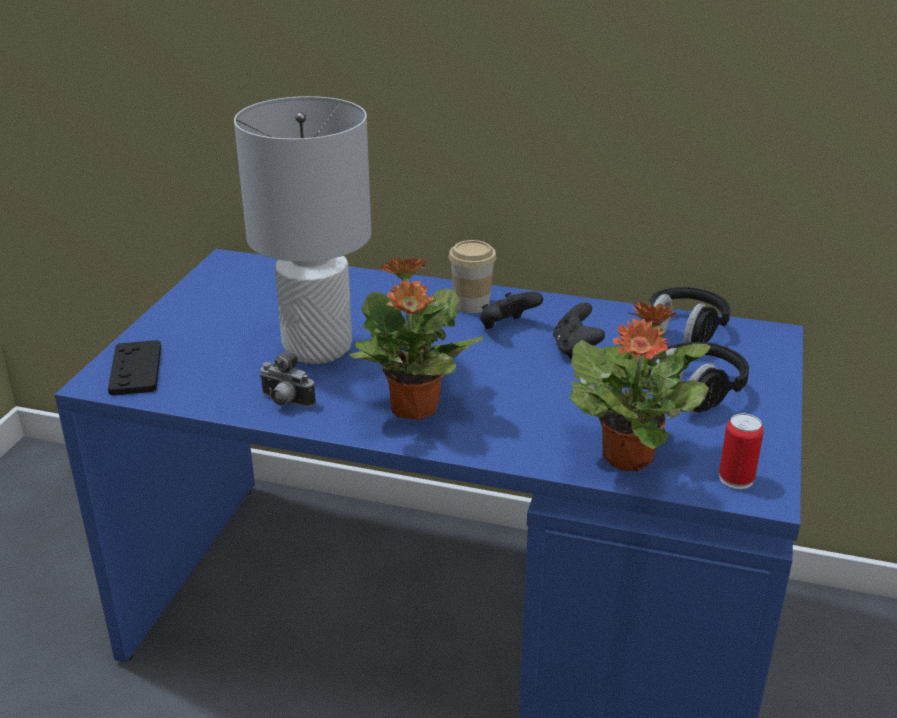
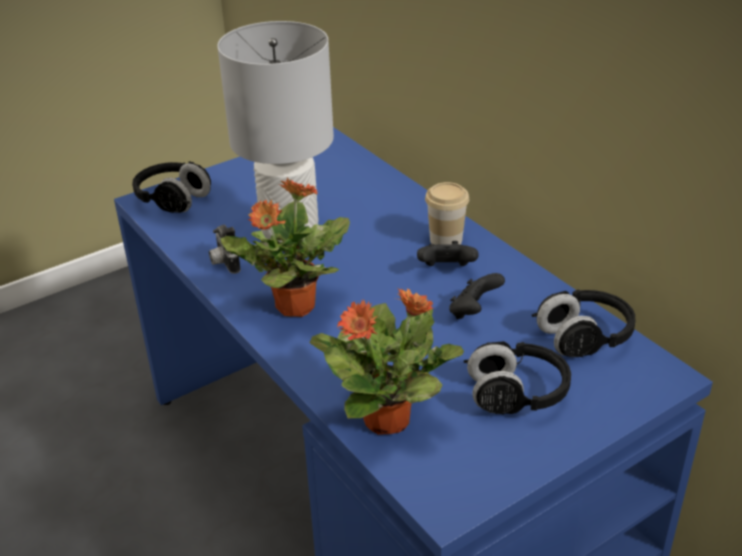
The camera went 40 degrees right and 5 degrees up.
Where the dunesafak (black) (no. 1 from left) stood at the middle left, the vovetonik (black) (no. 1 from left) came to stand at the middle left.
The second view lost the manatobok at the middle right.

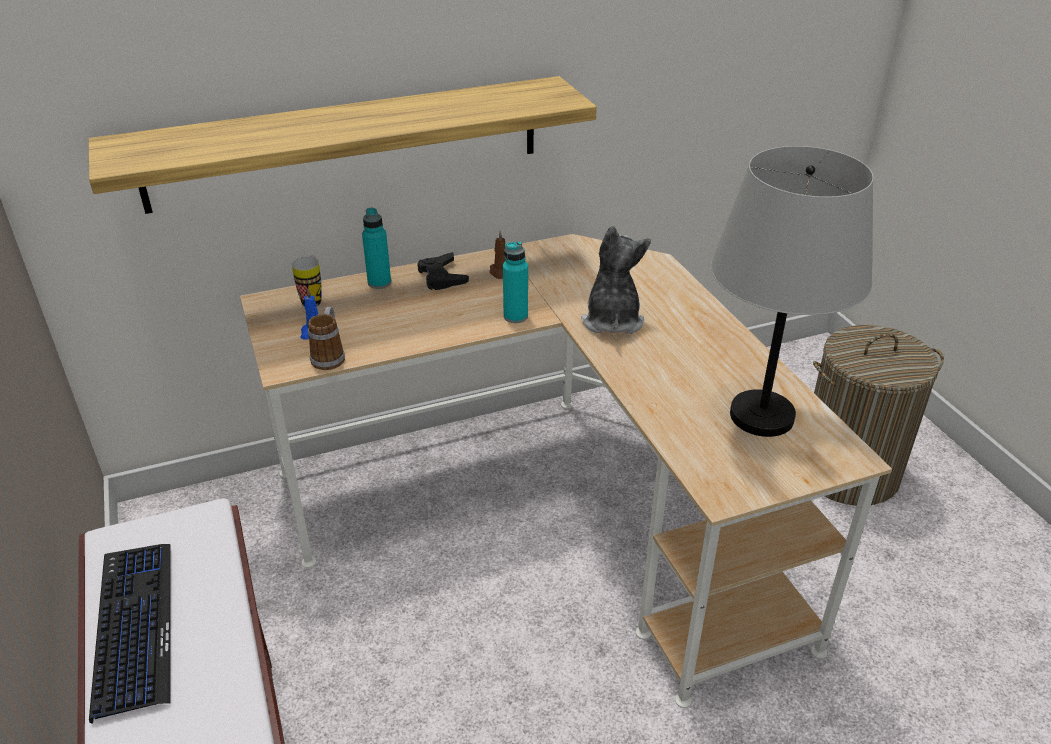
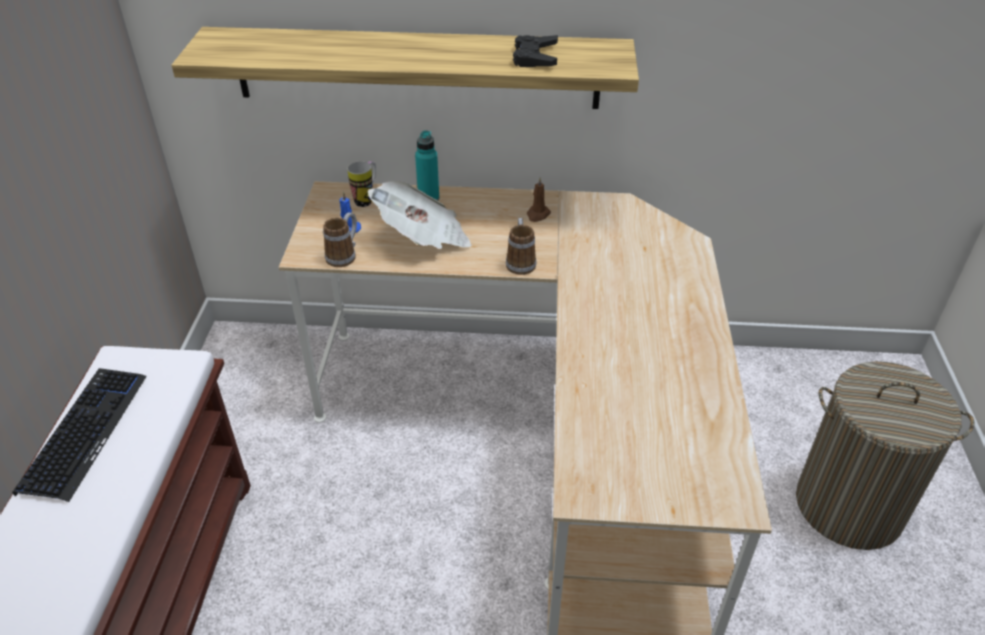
The camera went 25 degrees right and 5 degrees up.
The second view lost the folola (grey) at the middle right.
The second view lost the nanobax at the centre.
Where the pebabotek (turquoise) (no. 2 from left) stood at the centre, the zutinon (no. 3 from left) came to stand at the centre.
The dunesafak (black) ended up elsewhere, having gone from the centre to the top centre.
The second view gained the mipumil at the centre.

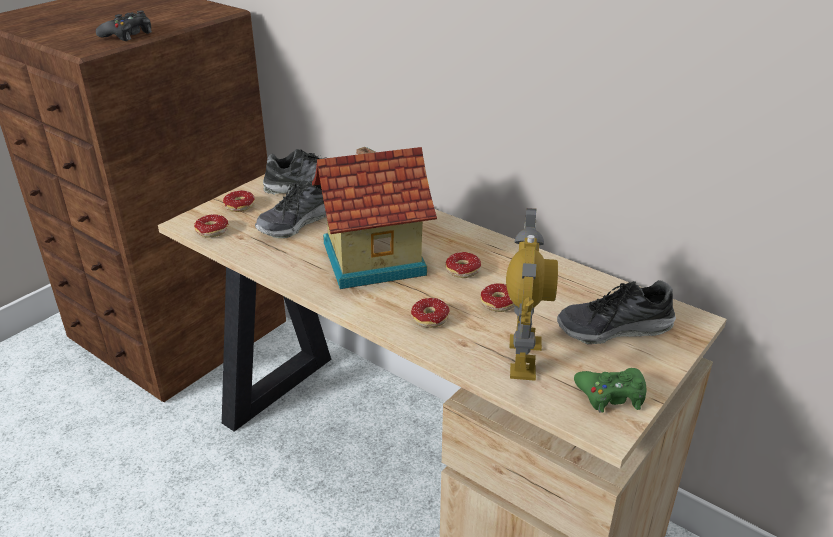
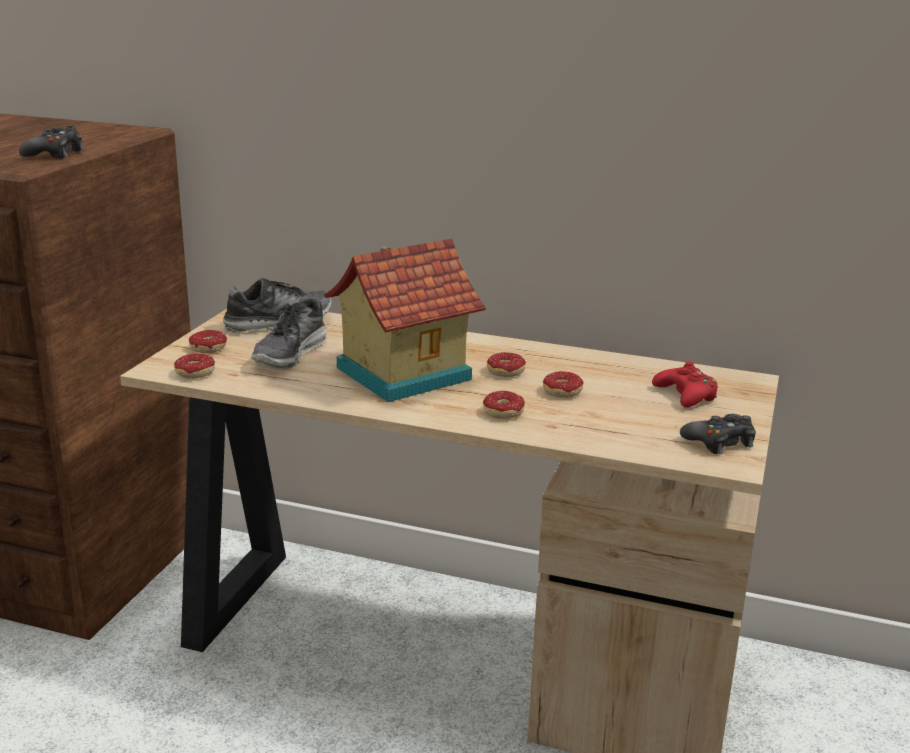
The camera went 20 degrees left and 10 degrees down.
The second view lost the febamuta at the centre.
Where the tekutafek (no. 3 from left) stood at the middle right, the dunesafak (red) came to stand at the middle right.
What was the dunesafak (green) at the bottom right turned into the dunesafak (black) (no. 2 from left) at the middle right.

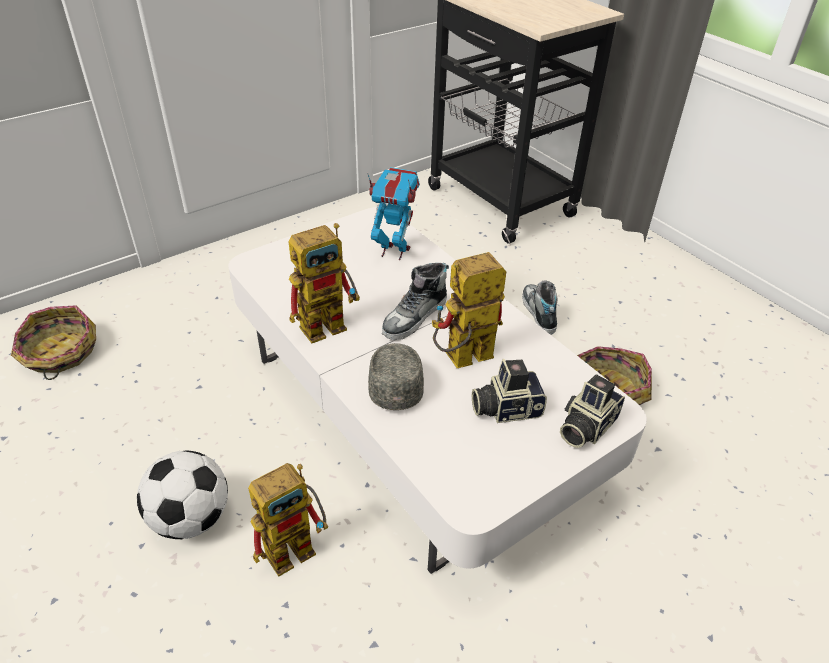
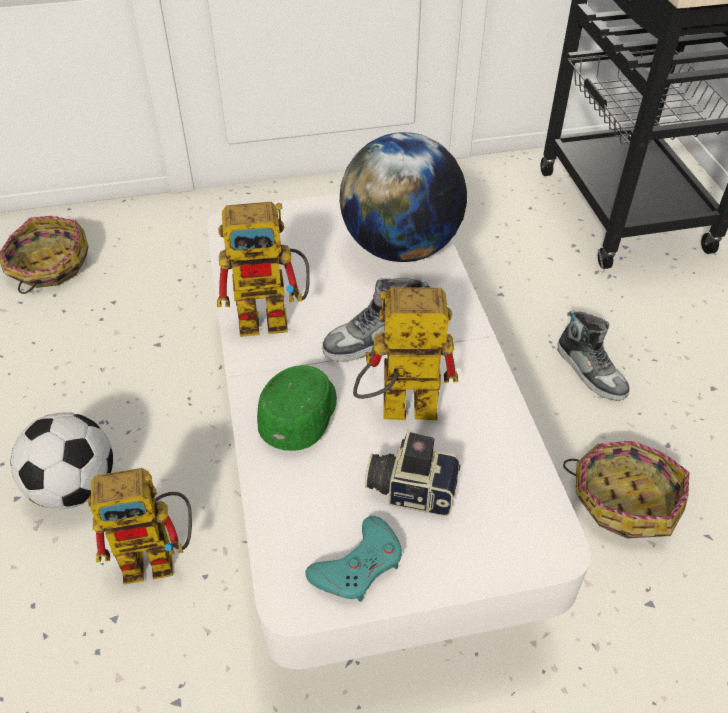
The camera went 25 degrees right and 5 degrees up.
Where the febamuta (no. 3 from left) stood at the top centre, the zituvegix came to stand at the top centre.
The tekutafek (no. 2 from left) at the centre ended up facing another way, 135 degrees clockwise from before.
What was the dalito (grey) at the centre turned into the dalito (green) at the centre.
The second view lost the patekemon (no. 2 from left) at the middle right.
The second view gained the dunesafak (turquoise) at the bottom centre.

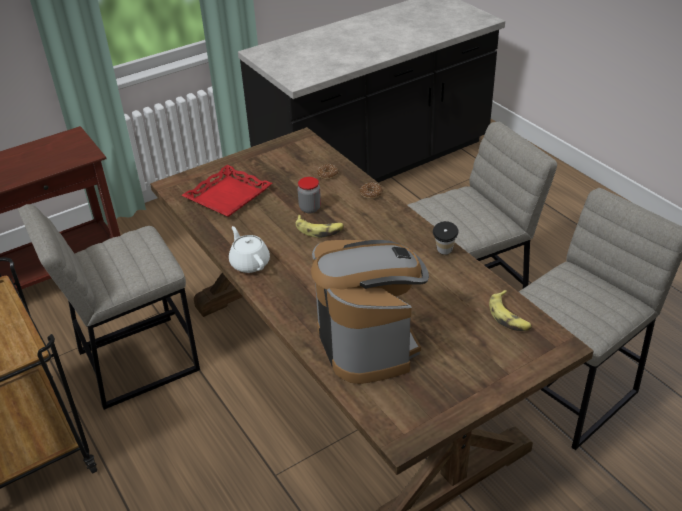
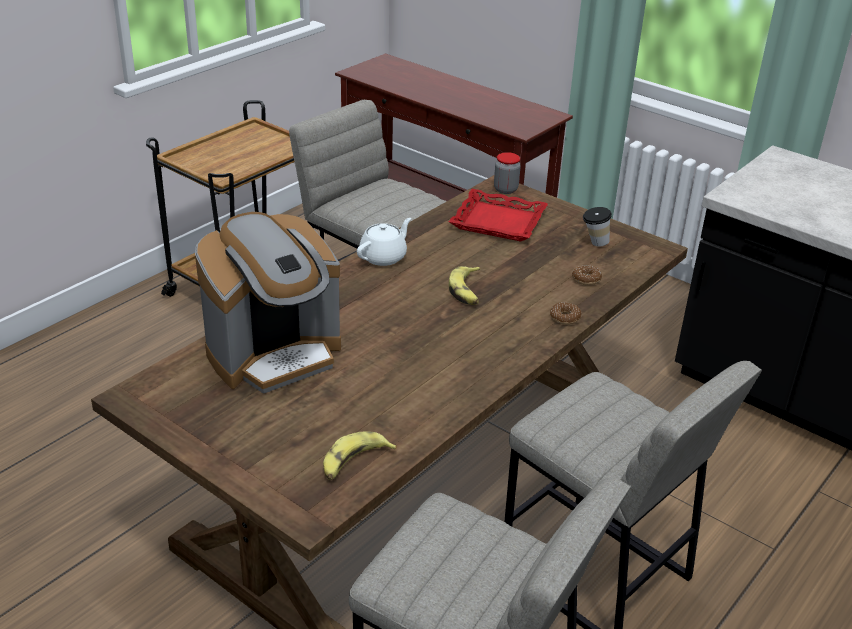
The camera went 70 degrees right and 5 degrees down.
The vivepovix ended up elsewhere, having gone from the centre to the top centre.
The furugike ended up elsewhere, having gone from the centre to the middle right.

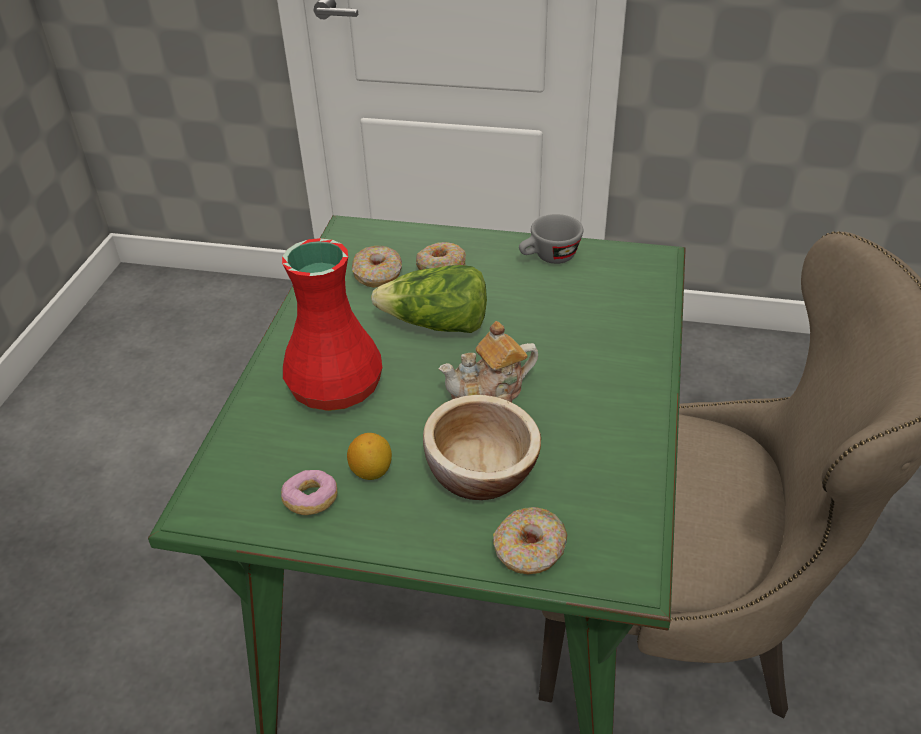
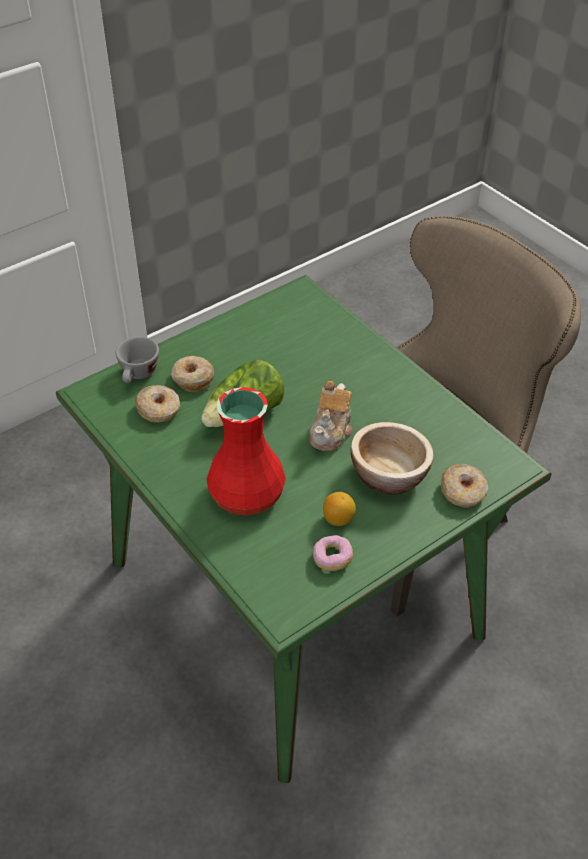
The camera went 50 degrees left and 5 degrees up.
The furugike (grey) ended up elsewhere, having gone from the top centre to the middle left.

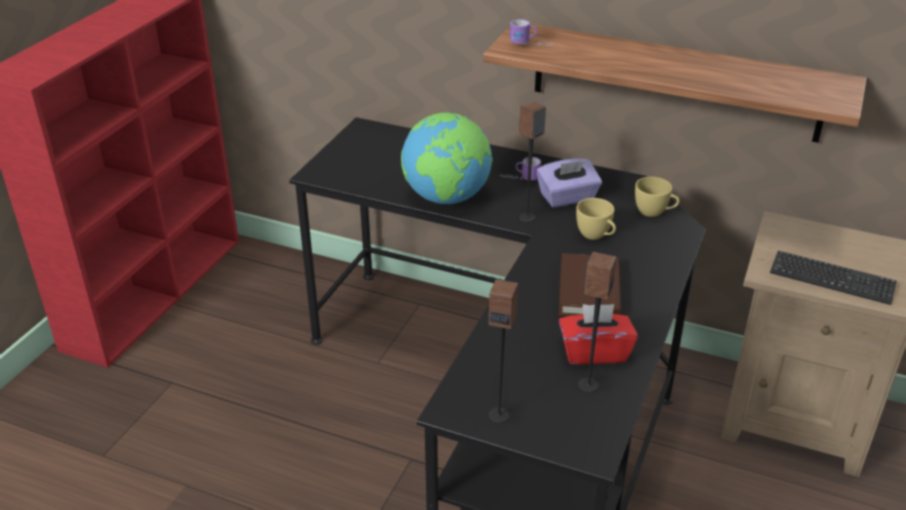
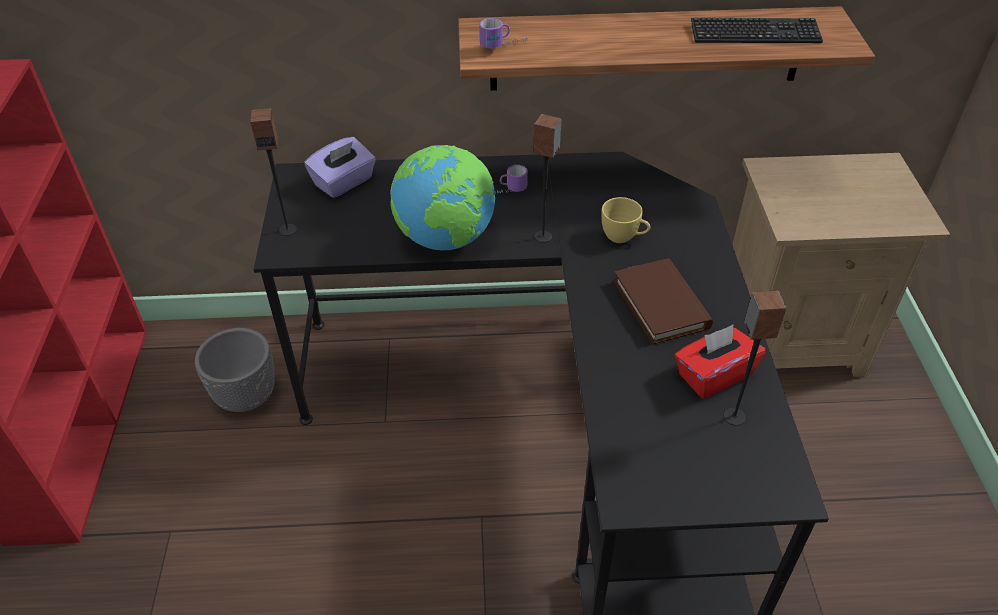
The camera went 25 degrees left and 10 degrees up.
The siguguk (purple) ended up elsewhere, having gone from the centre to the top centre.
The second view lost the furugike (yellow) (no. 2 from left) at the middle right.
The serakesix ended up elsewhere, having gone from the middle right to the top right.
The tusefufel (no. 1 from left) ended up elsewhere, having gone from the bottom centre to the top left.
The second view gained the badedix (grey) at the middle left.

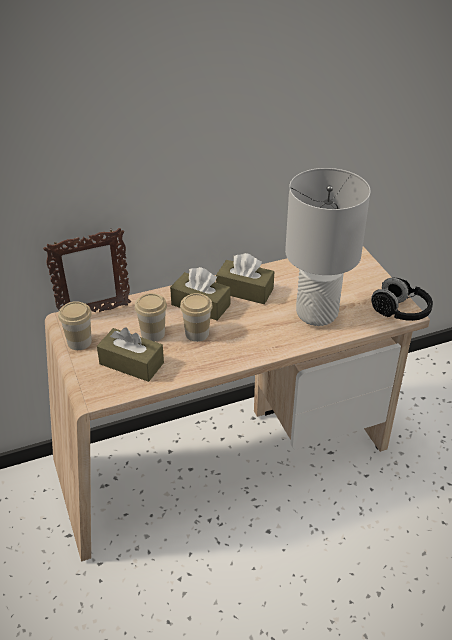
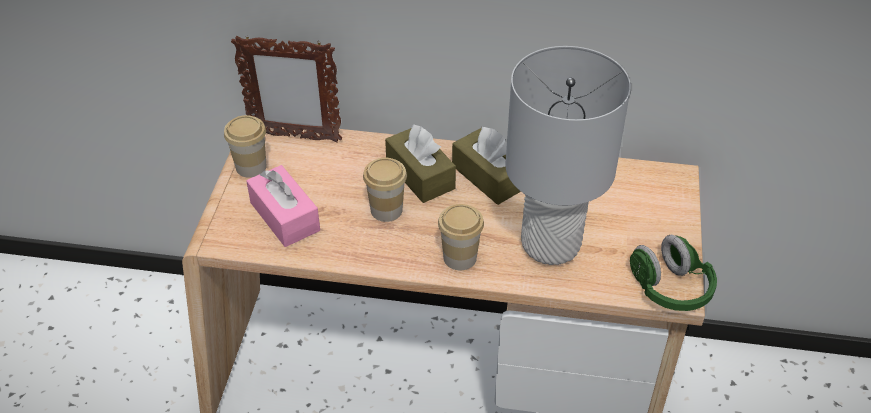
The camera went 30 degrees right and 5 degrees up.
What was the vovetonik (black) at the middle right turned into the vovetonik (green) at the middle right.
The furugike (no. 2 from left in the first image) ended up elsewhere, having gone from the middle left to the centre.
What was the siguguk (brown) (no. 1 from left) at the middle left turned into the siguguk (pink) at the middle left.

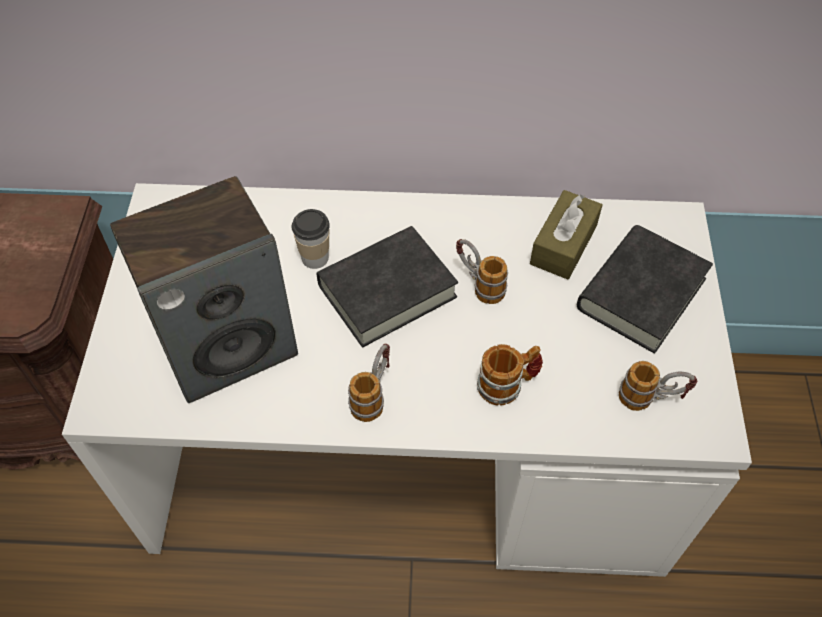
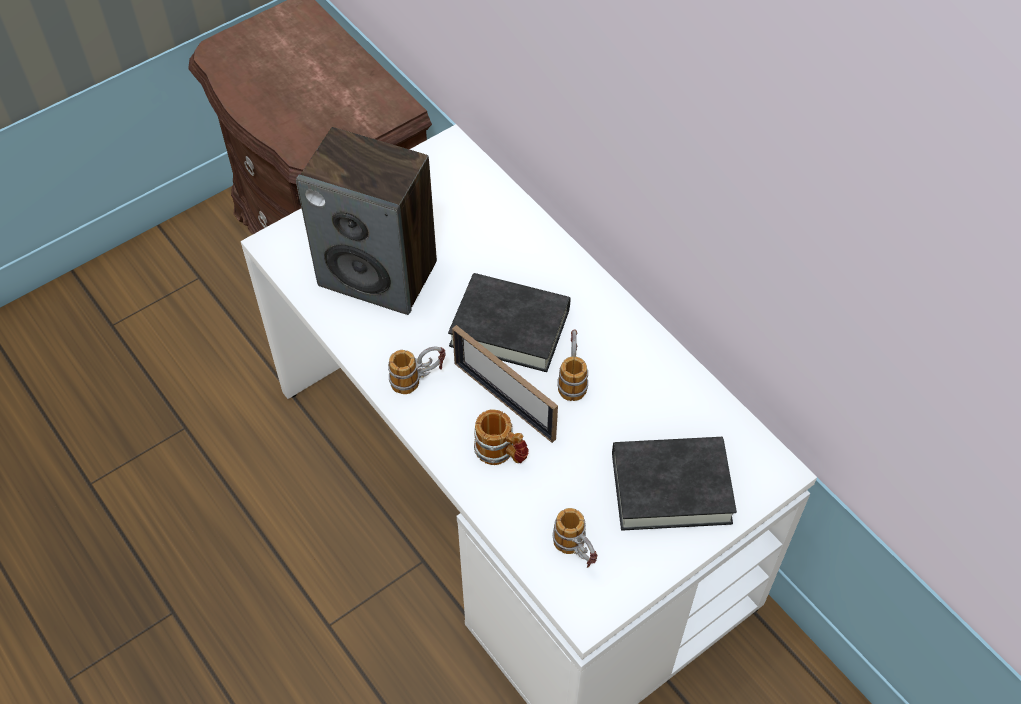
The camera went 50 degrees right and 0 degrees up.
The second view lost the siguguk (brown) at the middle right.
The second view lost the furugike at the centre.
The second view gained the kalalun at the centre.

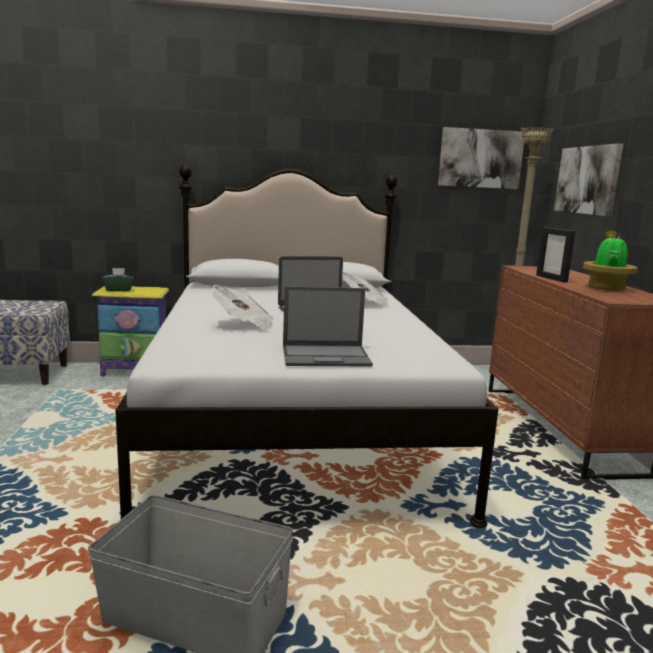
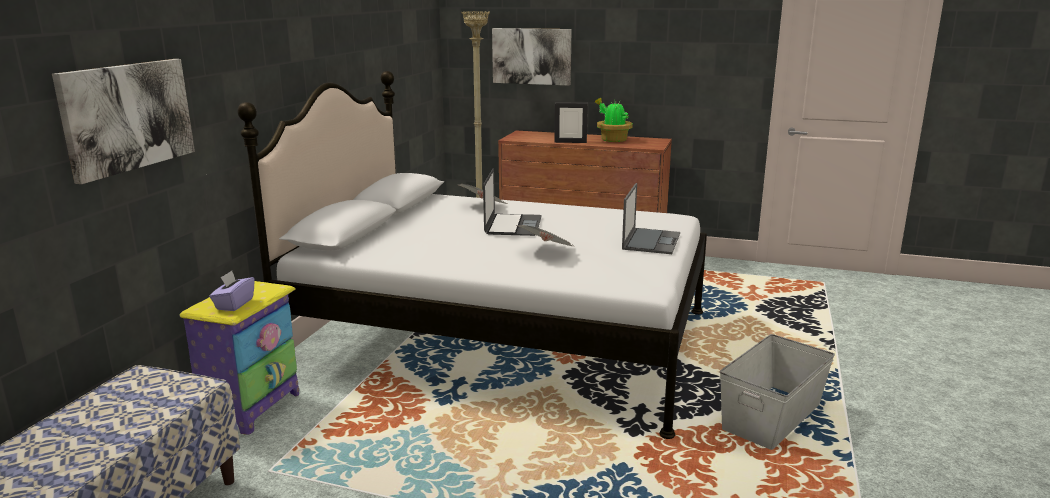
The camera went 65 degrees left and 5 degrees up.
The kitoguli (no. 1 from left) ended up elsewhere, having gone from the top right to the top left.
What was the siguguk (green) at the middle left turned into the siguguk (purple) at the middle left.

